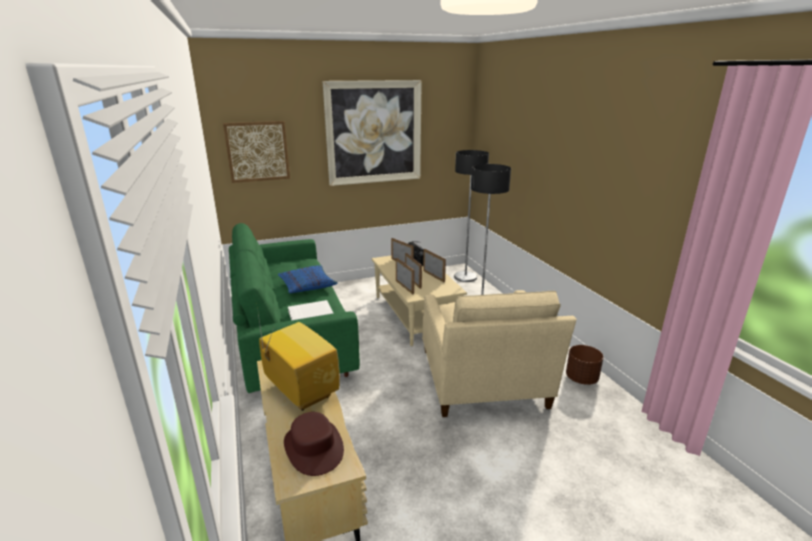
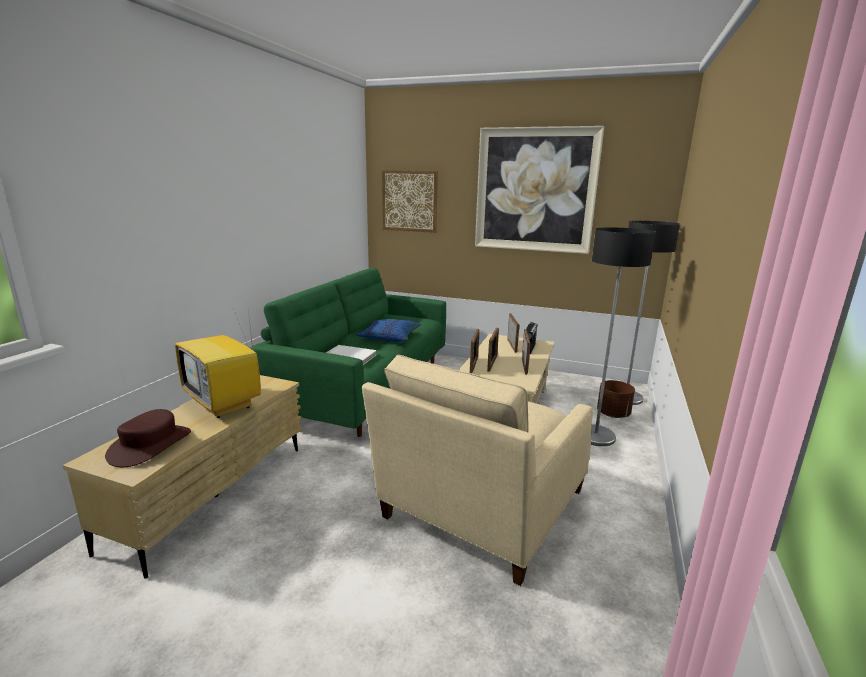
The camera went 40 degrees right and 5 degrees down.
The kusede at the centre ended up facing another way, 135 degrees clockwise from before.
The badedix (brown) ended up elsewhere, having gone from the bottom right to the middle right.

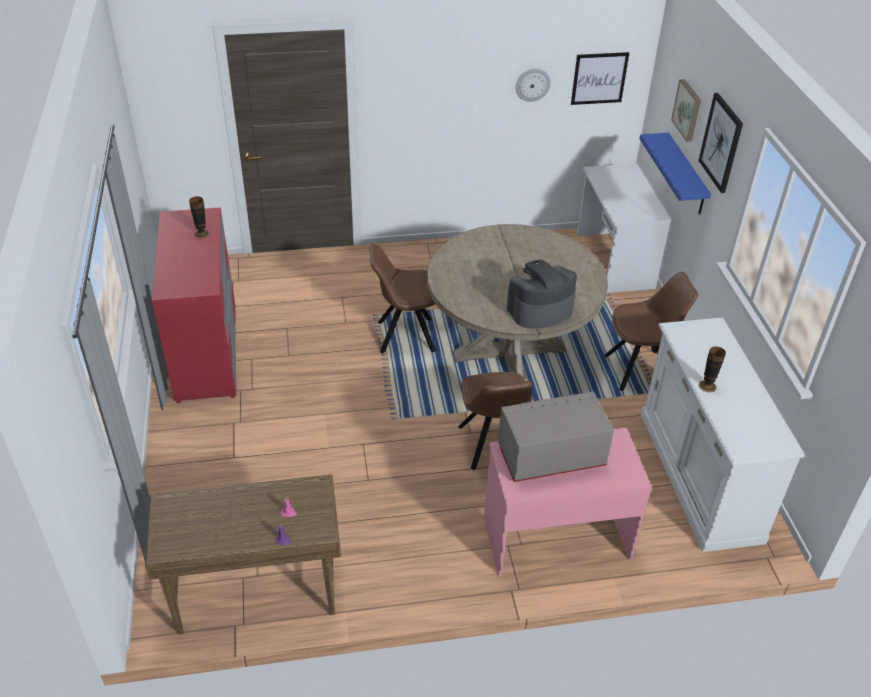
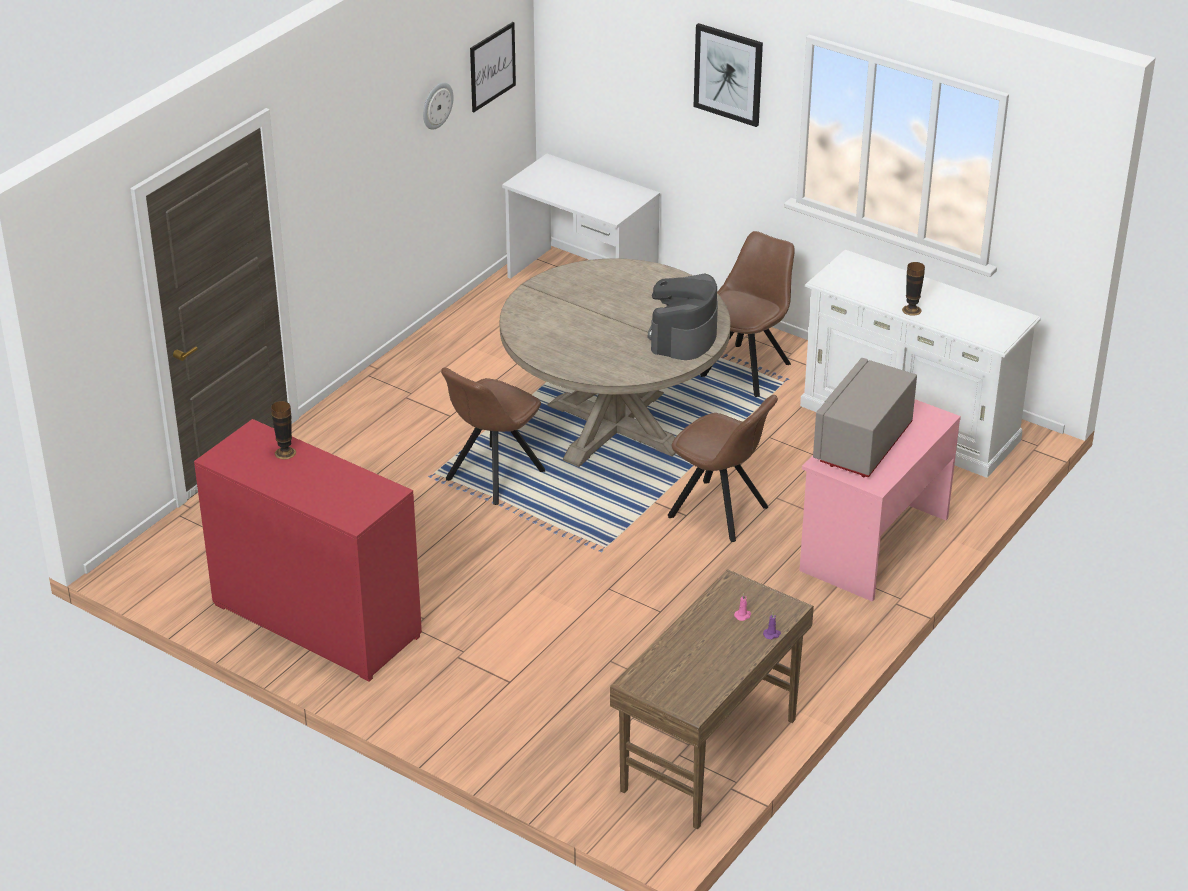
The camera went 45 degrees left and 5 degrees down.
The second view lost the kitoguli (no. 2 from left) at the top right.
The second view lost the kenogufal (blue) at the top right.

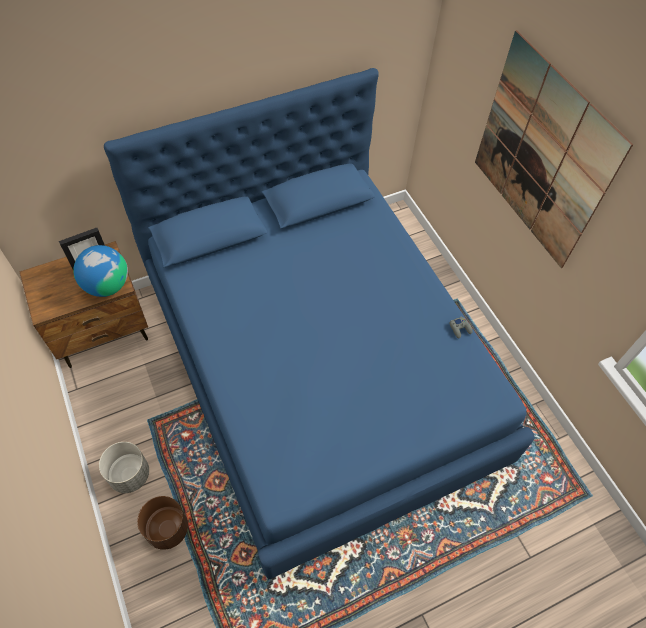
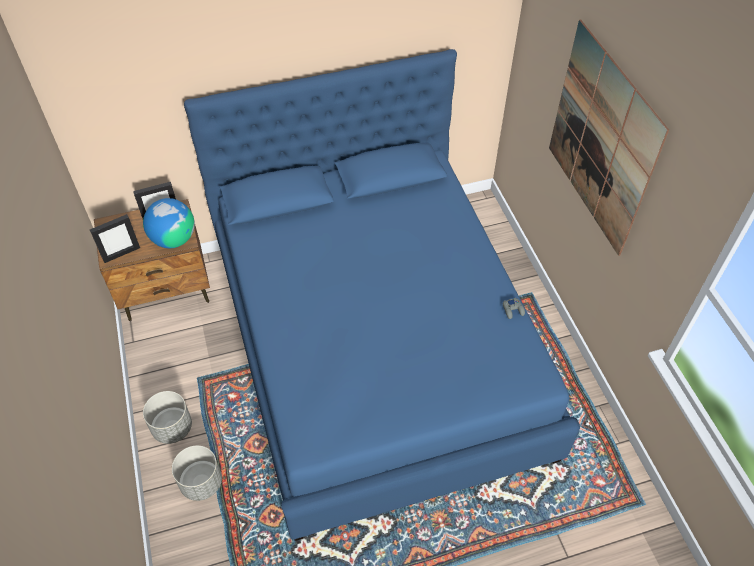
The camera went 10 degrees right and 5 degrees down.
What was the badedix (brown) at the bottom left turned into the badedix (grey) (no. 2 from left) at the bottom left.
The second view gained the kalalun (no. 1 from left) at the middle left.

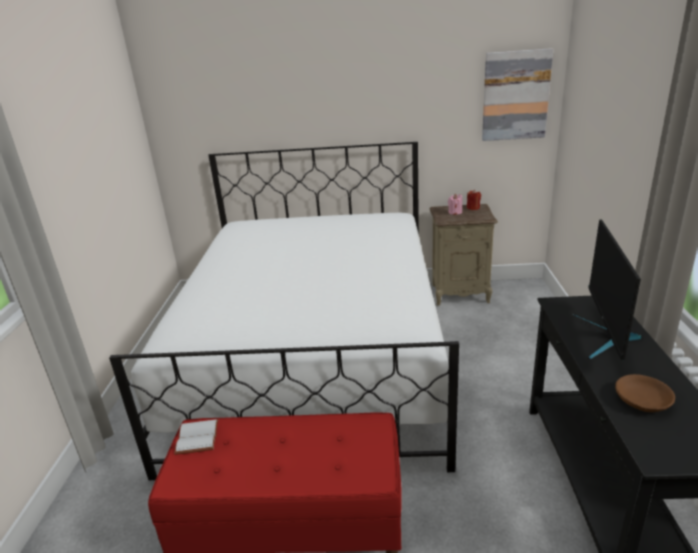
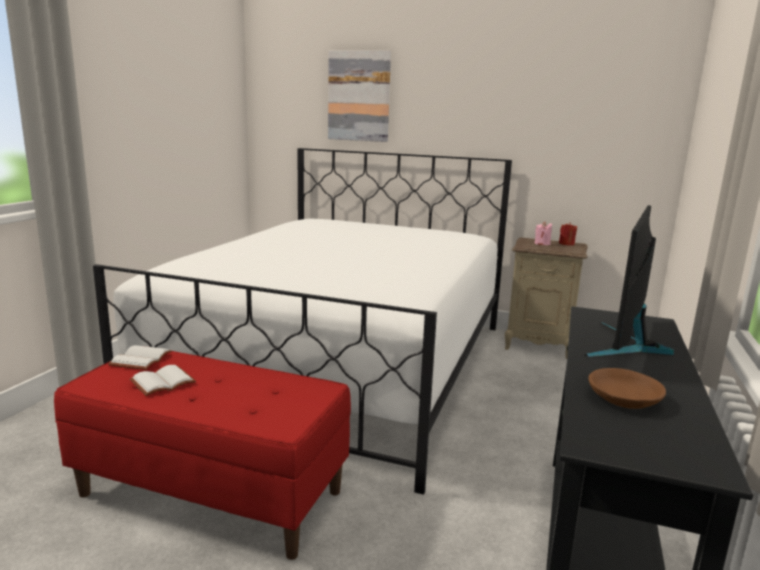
The camera went 15 degrees right and 10 degrees down.
The kitoguli ended up elsewhere, having gone from the top right to the top centre.
The second view gained the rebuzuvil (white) (no. 2 from left) at the bottom left.

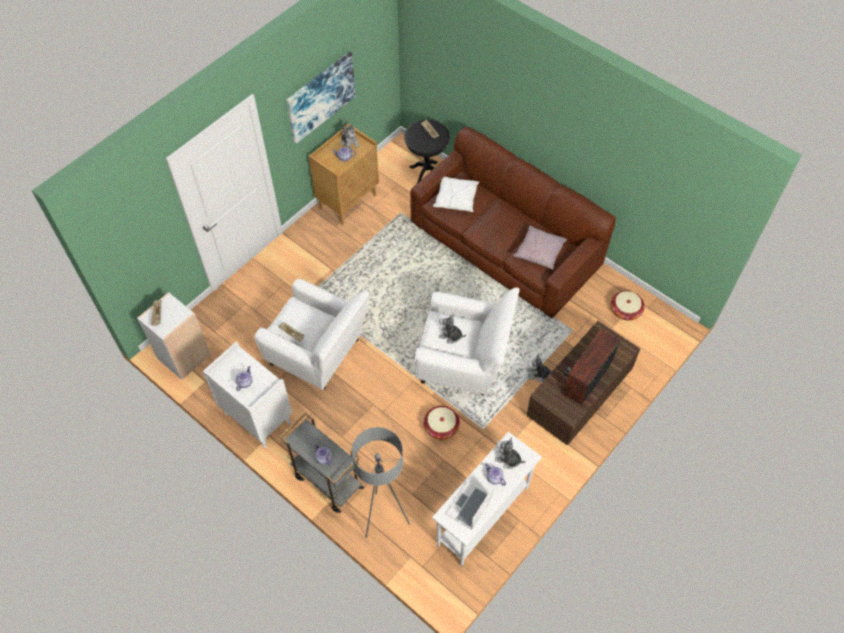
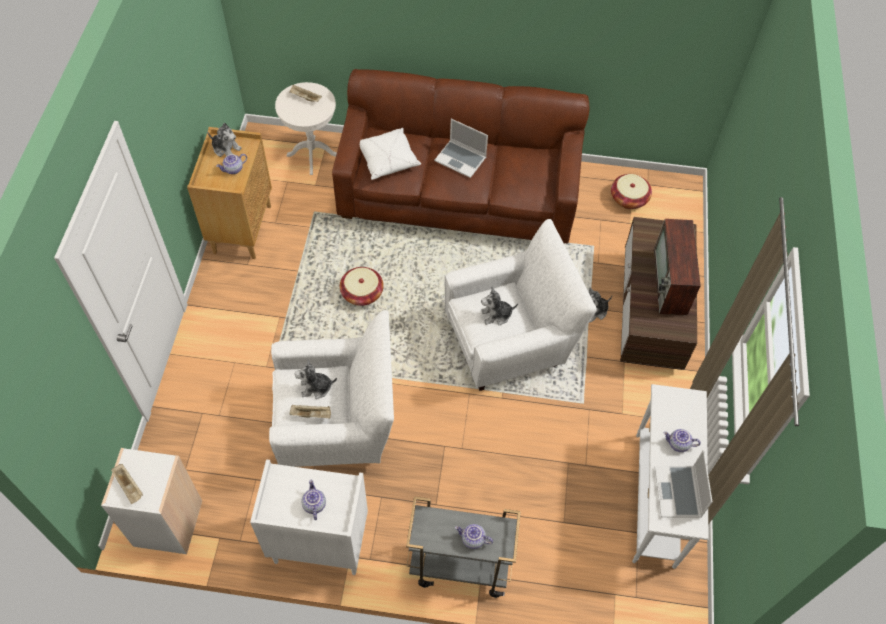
The camera went 35 degrees left and 0 degrees up.
The second view lost the kitoguli at the top centre.
What was the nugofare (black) at the top centre turned into the nugofare (white) at the top centre.
The second view lost the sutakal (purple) at the centre.
The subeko (no. 1 from left) ended up elsewhere, having gone from the bottom centre to the centre.
The second view lost the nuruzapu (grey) at the bottom centre.
The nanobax (no. 3 from left in the first image) ended up elsewhere, having gone from the bottom centre to the centre.
The second view gained the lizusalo (no. 1 from left) at the top centre.

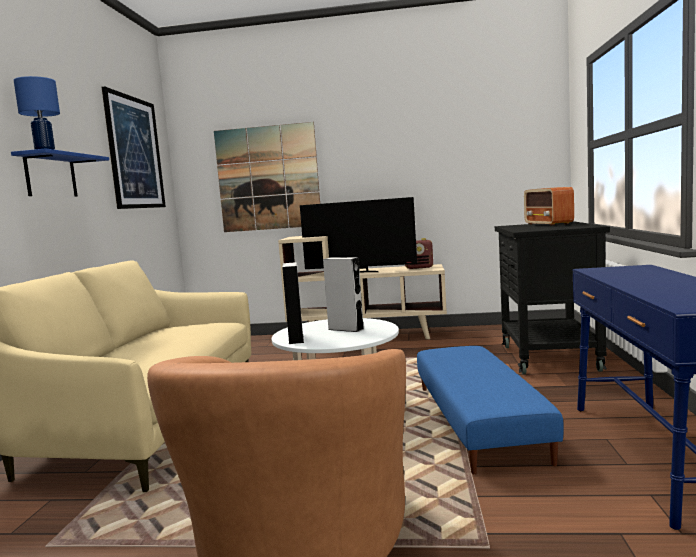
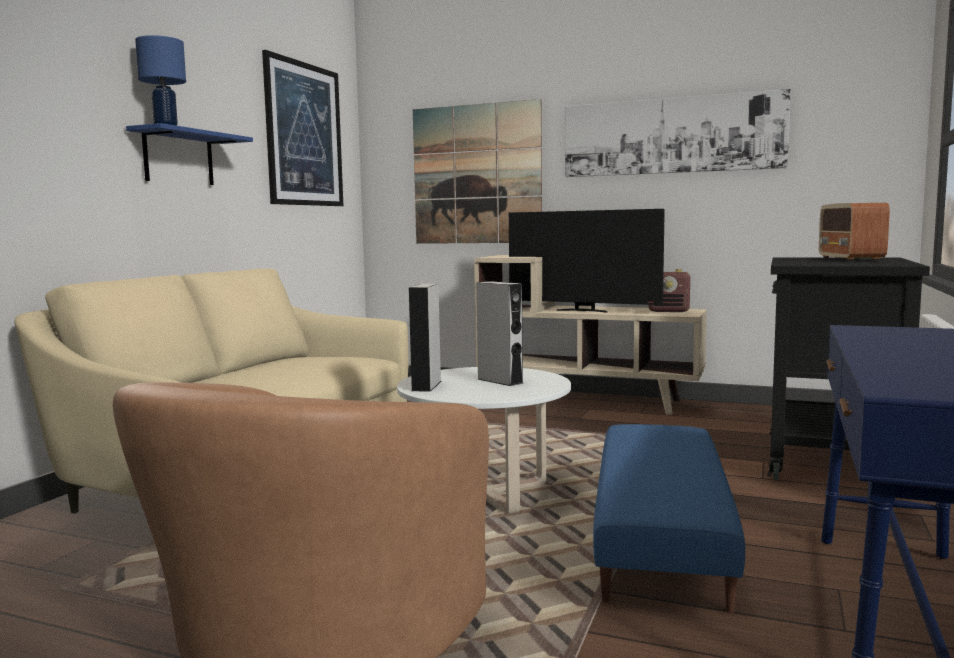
The camera went 15 degrees right and 0 degrees up.
The second view gained the kitoguli (no. 3 from left) at the top right.

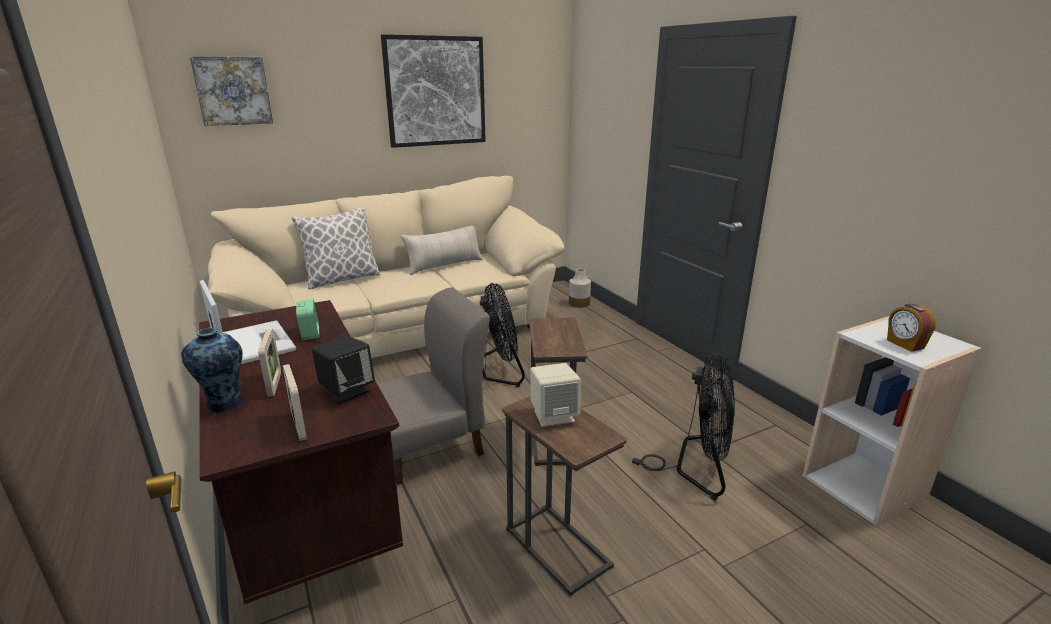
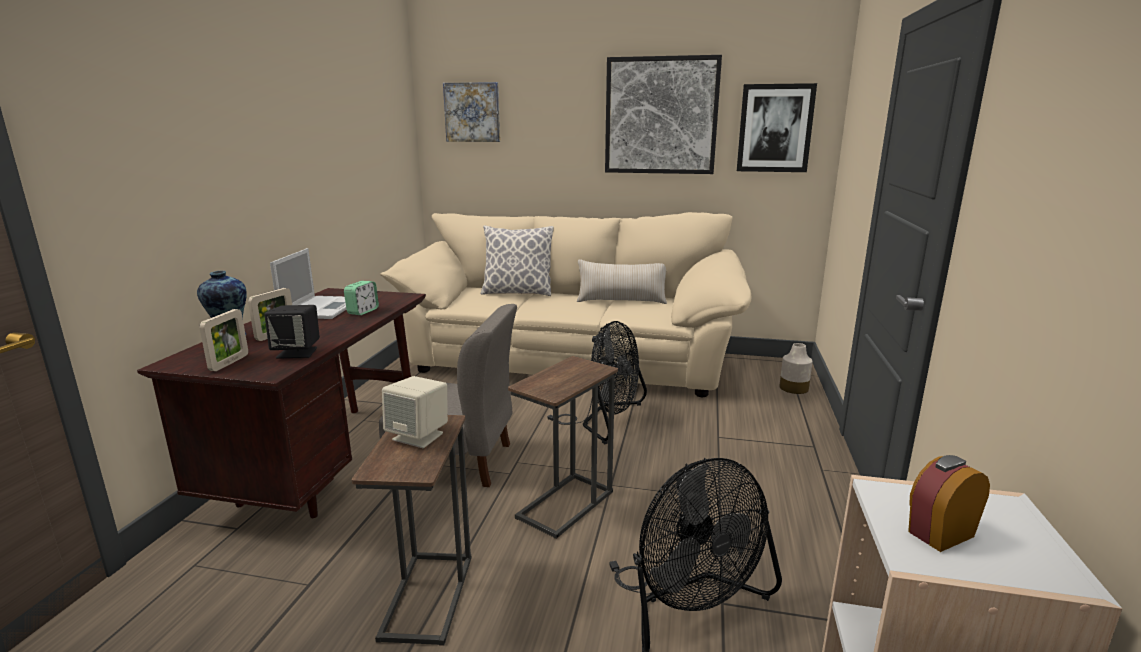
The camera went 40 degrees right and 5 degrees down.
The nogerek (no. 2 from left) at the middle right ended up facing another way, 45 degrees clockwise from before.
The second view gained the kitoguli (no. 3 from left) at the top right.

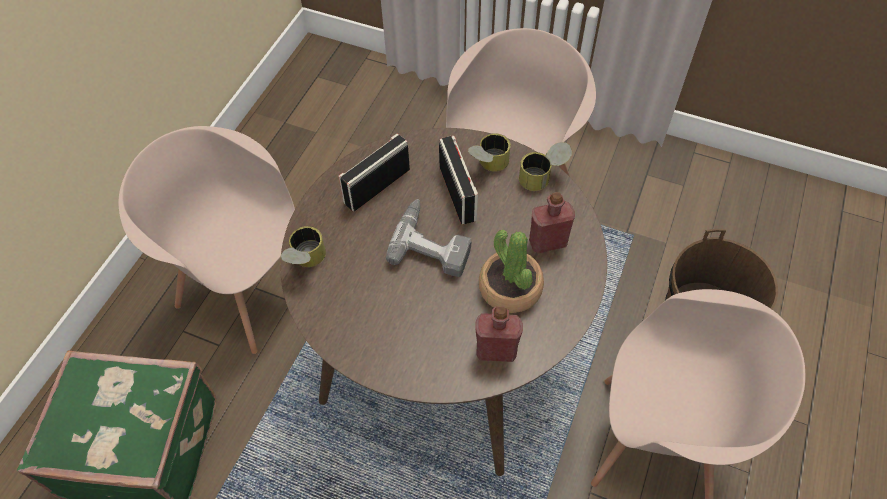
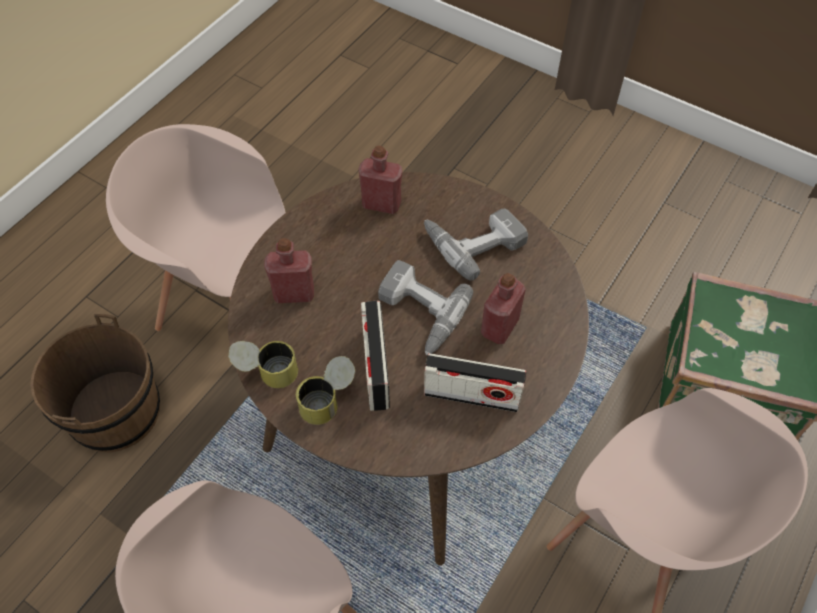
The camera went 170 degrees left and 0 degrees up.
The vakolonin (no. 1 from left in the first image) at the centre ended up facing another way, 45 degrees clockwise from before.
The second view lost the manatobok (no. 1 from left) at the centre.
The second view lost the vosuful at the centre.
The second view gained the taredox (no. 2 from left) at the centre.
The second view gained the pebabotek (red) (no. 3 from left) at the centre.

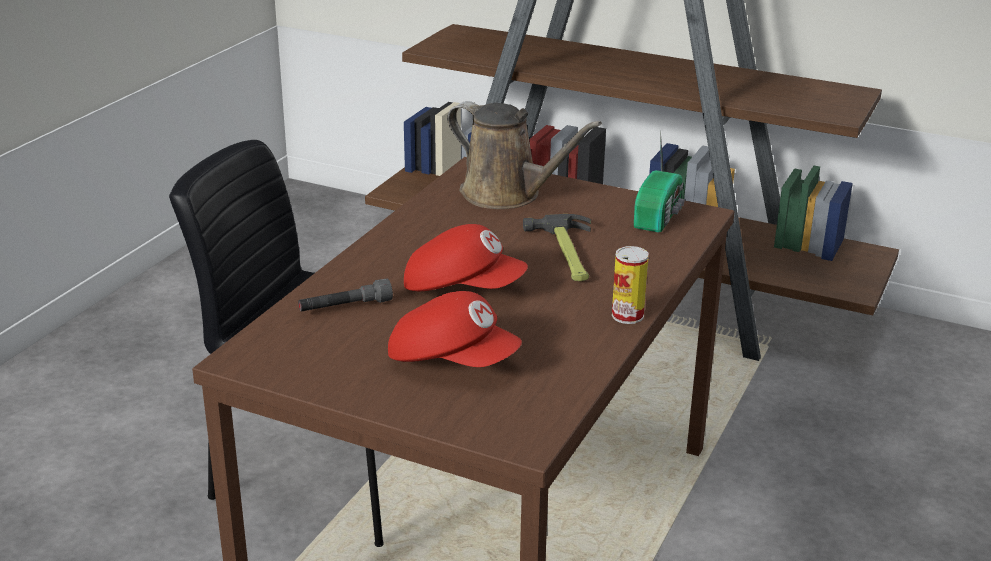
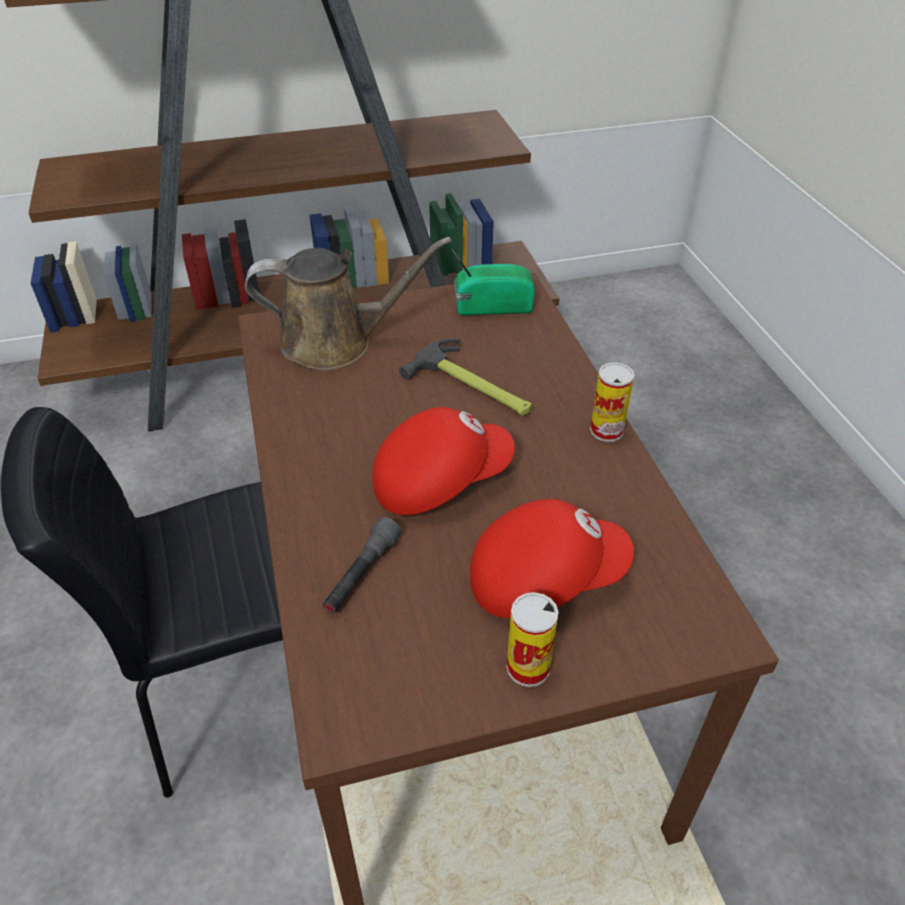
The camera went 40 degrees left and 15 degrees up.
The vakolonin at the top centre ended up facing another way, 75 degrees counterclockwise from before.
The second view gained the manatobok (no. 1 from left) at the bottom centre.

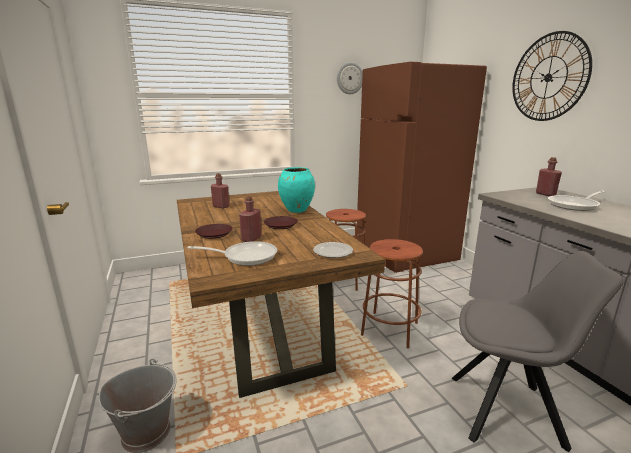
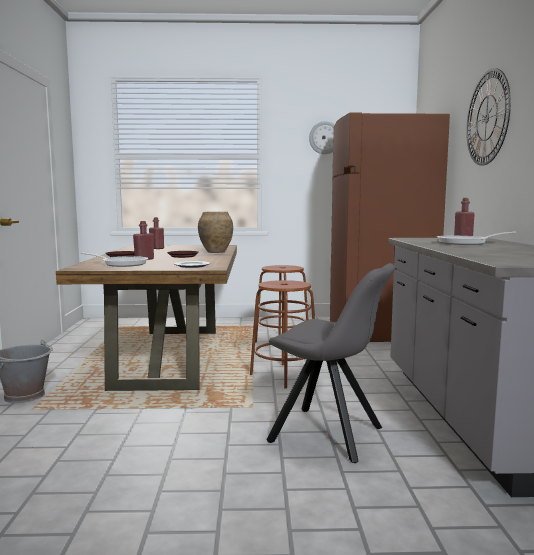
The camera went 20 degrees right and 10 degrees down.
What was the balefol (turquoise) at the centre turned into the balefol (brown) at the centre.

